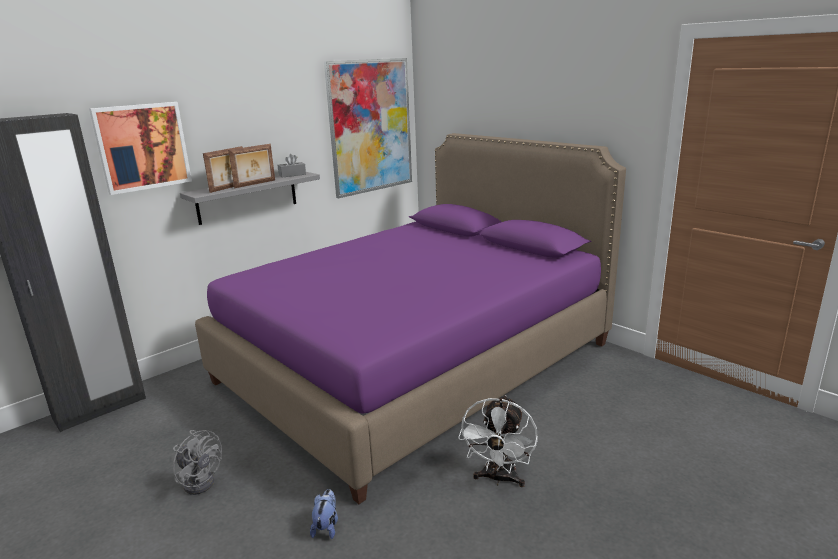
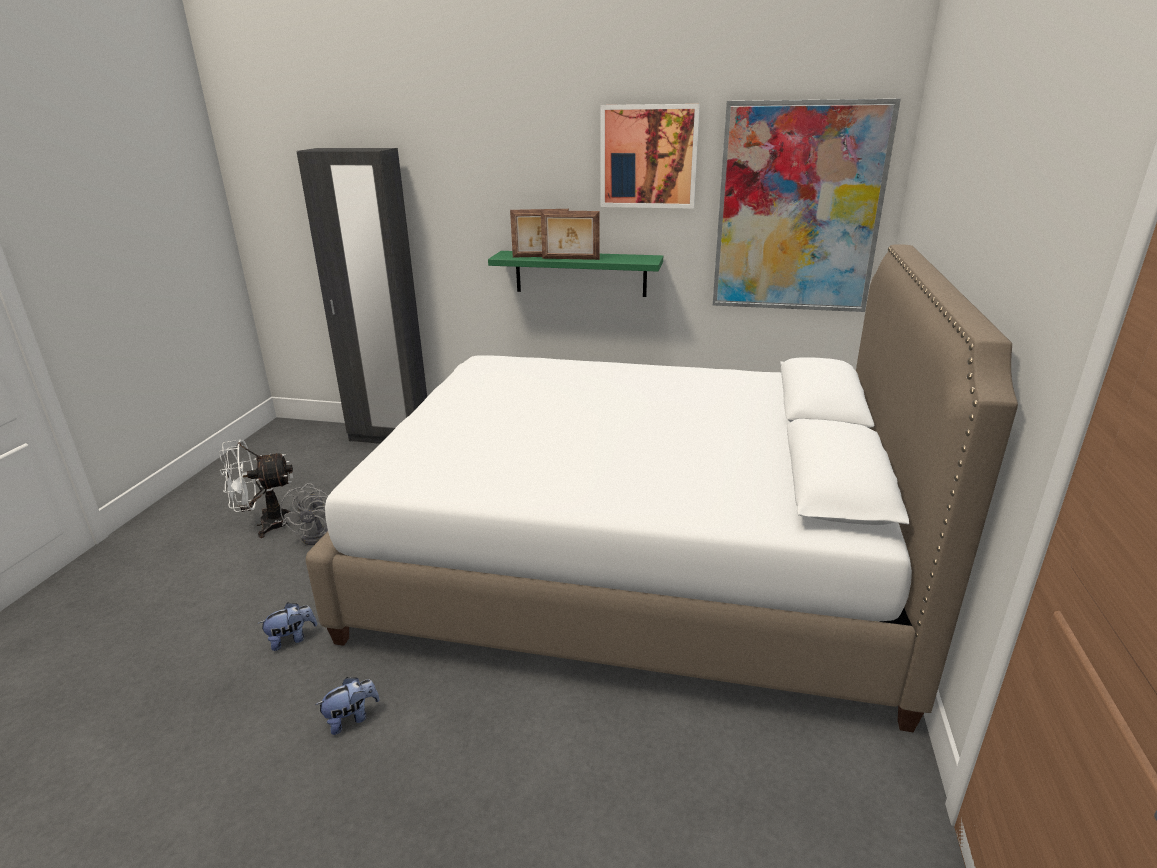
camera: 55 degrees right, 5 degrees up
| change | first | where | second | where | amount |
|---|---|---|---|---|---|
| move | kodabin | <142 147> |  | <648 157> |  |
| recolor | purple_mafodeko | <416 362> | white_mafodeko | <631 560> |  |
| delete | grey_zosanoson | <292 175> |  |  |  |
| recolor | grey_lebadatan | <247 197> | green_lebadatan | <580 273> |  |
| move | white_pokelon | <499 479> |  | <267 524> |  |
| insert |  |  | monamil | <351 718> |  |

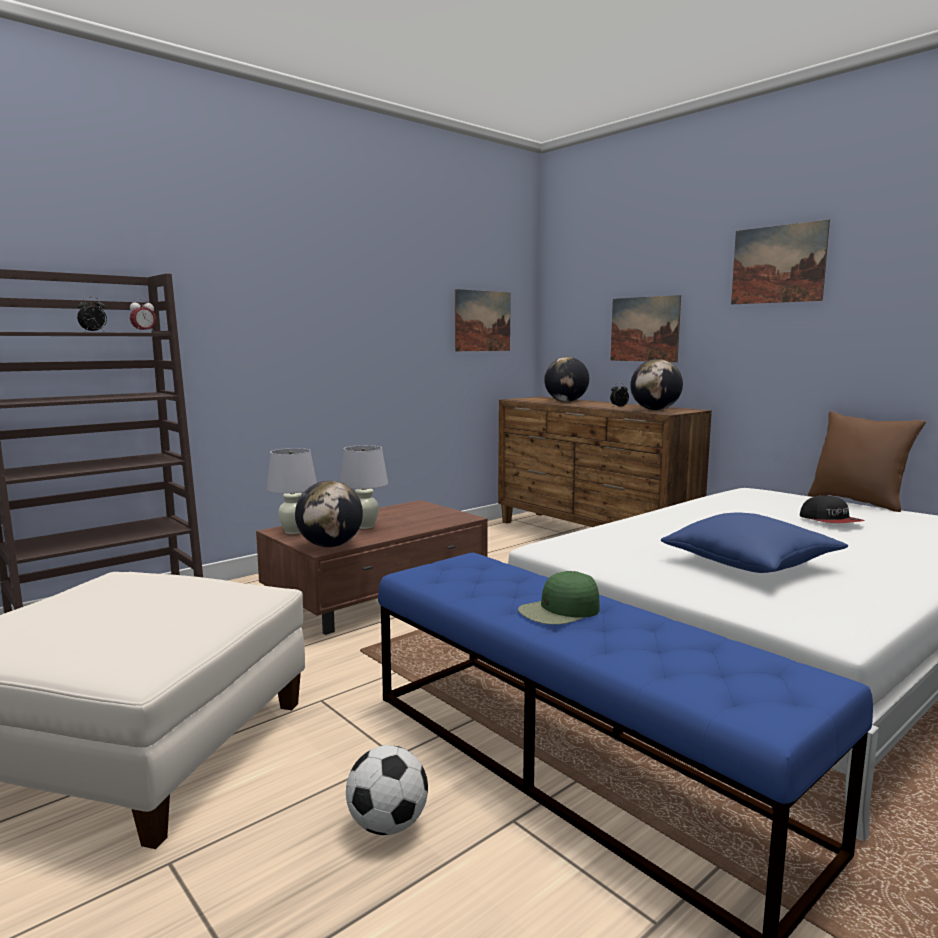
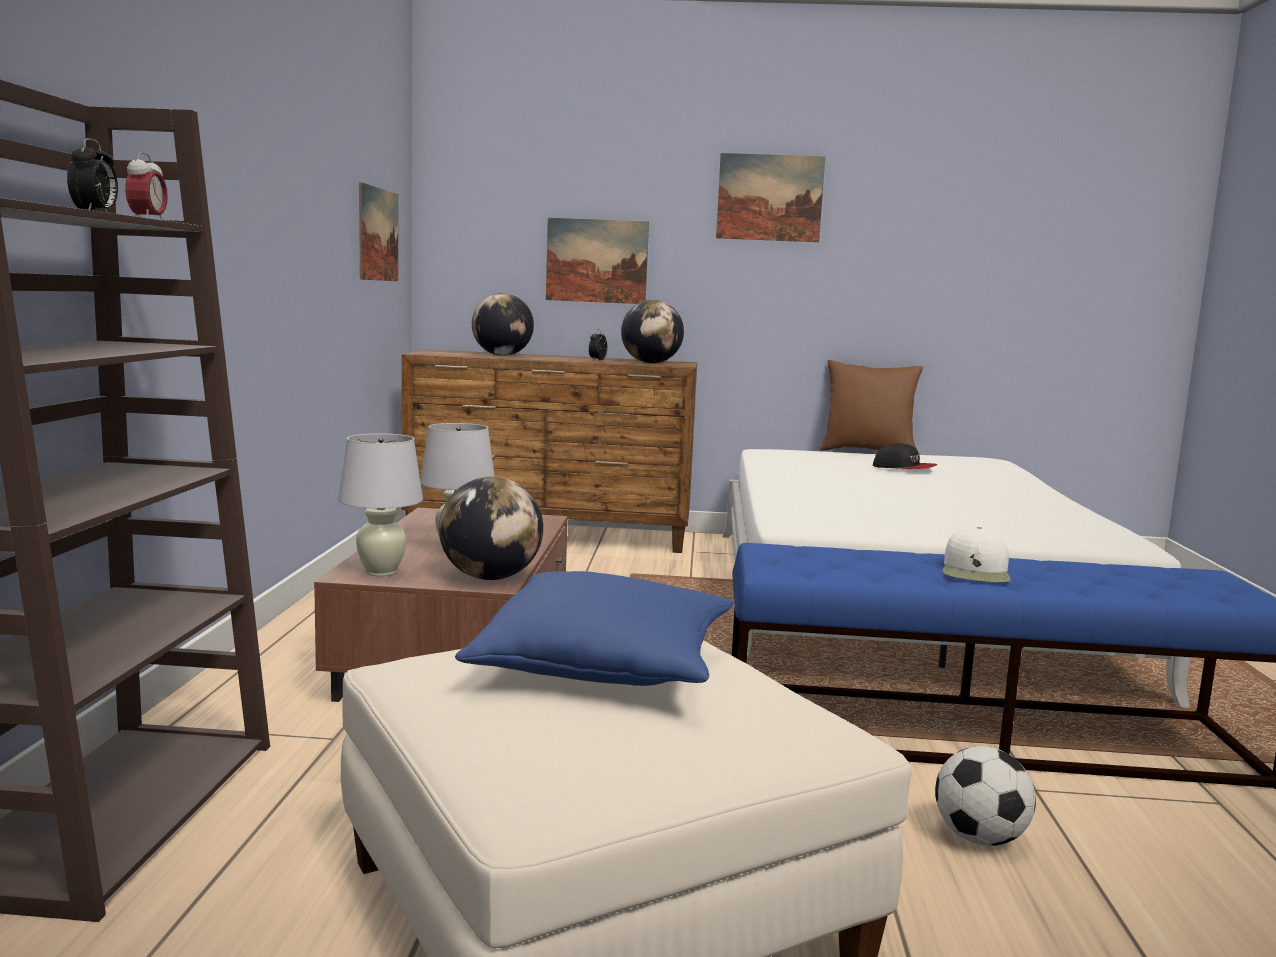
camera: 45 degrees left, 0 degrees up
| change | first | where | second | where | amount |
|---|---|---|---|---|---|
| move | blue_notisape | <750 563> |  | <605 665> |  |
| recolor | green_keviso | <559 611> | white_keviso | <976 572> |  |

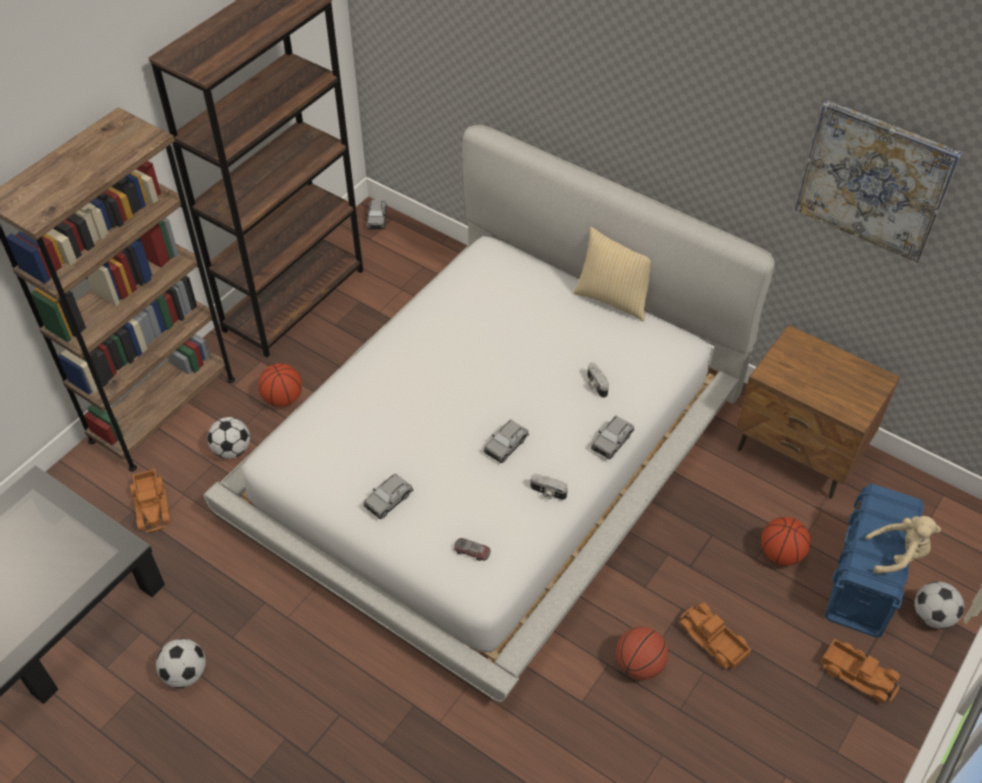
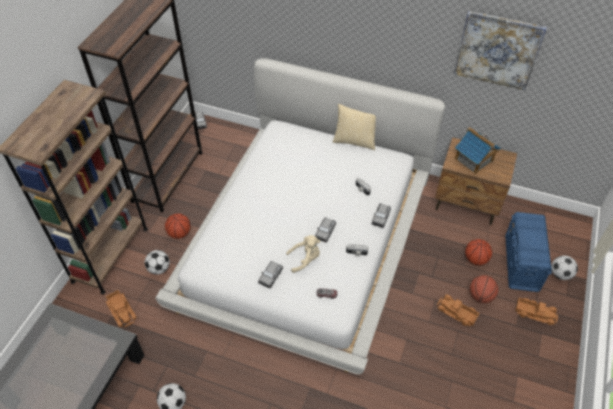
camera: 15 degrees left, 0 degrees up
| change | first | where | second | where | amount |
|---|---|---|---|---|---|
| move | beige_monamil | <898 554> |  | <305 259> |  |
| move | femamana | <639 665> |  | <481 296> |  |
| insert |  |  | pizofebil | <474 160> |  |

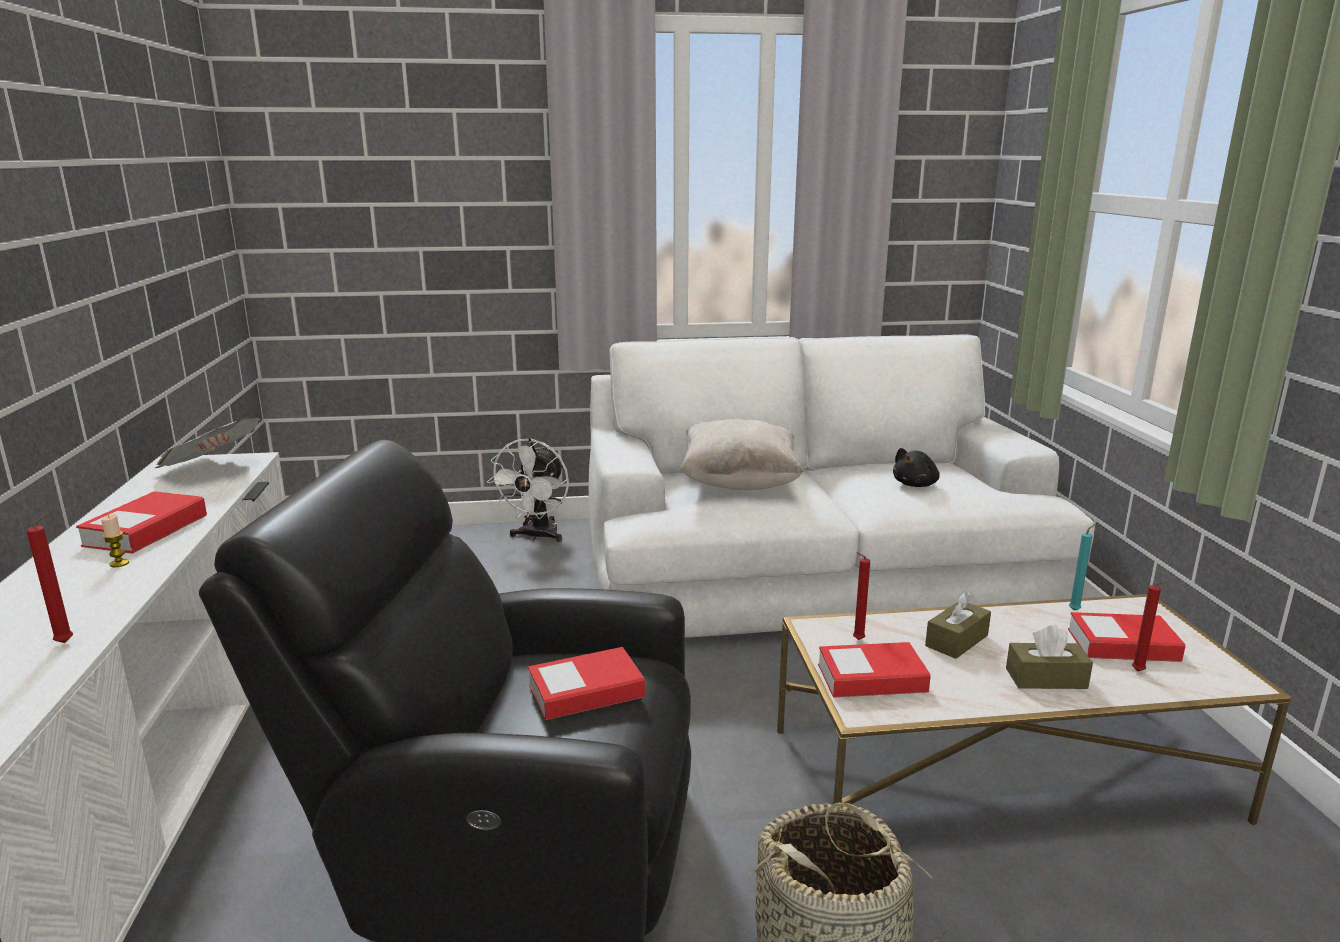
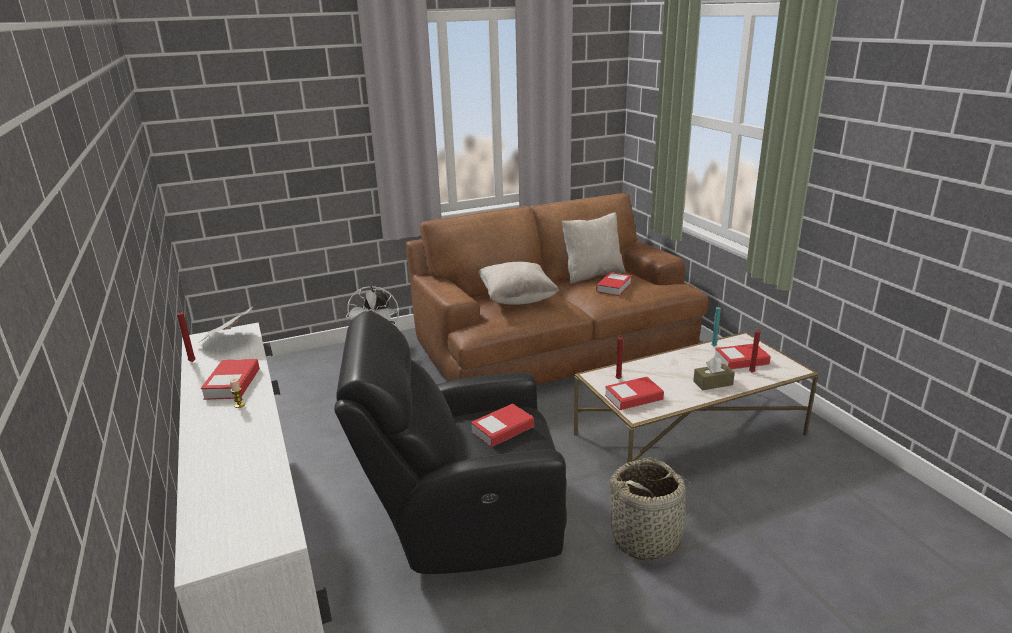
camera: 15 degrees left, 5 degrees up
| change | first | where | second | where | amount |
|---|---|---|---|---|---|
| recolor | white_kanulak | <810 574> | brown_kanulak | <553 345> |  |
| replace | black_monamil | <916 484> | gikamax | <614 287> |  |
| move | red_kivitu | <68 642> |  | <193 361> |  |
| delete | brown_zosanoson | <956 641> |  |  |  |
| insert |  |  | beige_notisape | <592 275> |  |

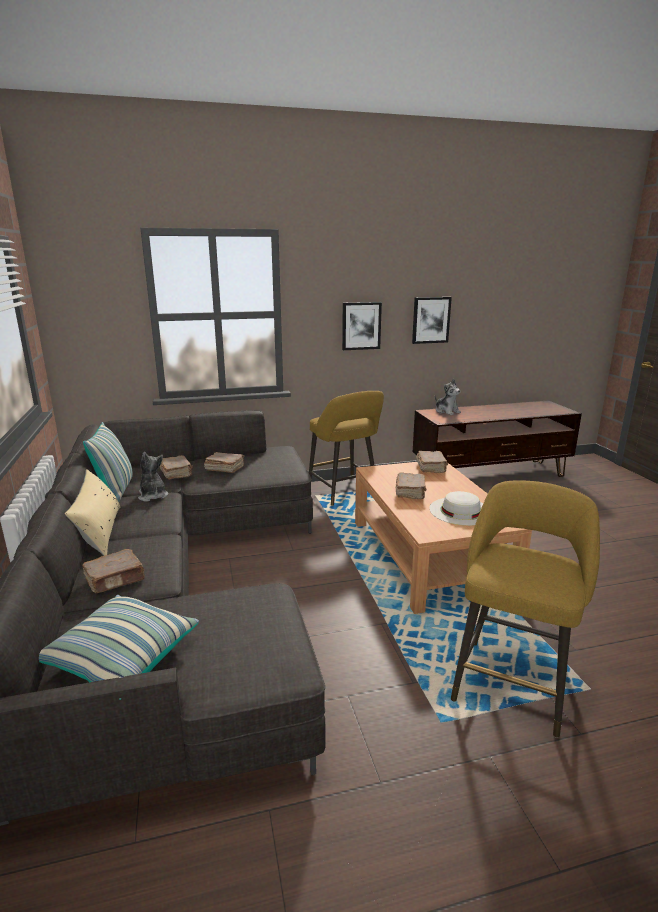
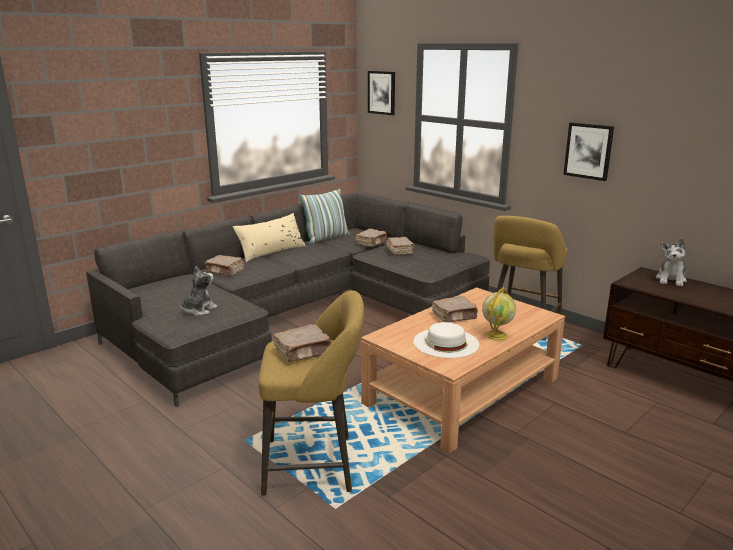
camera: 60 degrees right, 0 degrees up
| change | first | where | second | where | amount |
|---|---|---|---|---|---|
| move | kodabin | <431 320> |  | <382 92> |  |
| move | brown_gikamax | <431 468> |  | <303 352> |  |
| move | monamil | <153 496> |  | <198 310> |  |
| delete | notisape | <121 658> |  |  |  |
| insert |  |  | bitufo | <496 335> |  |

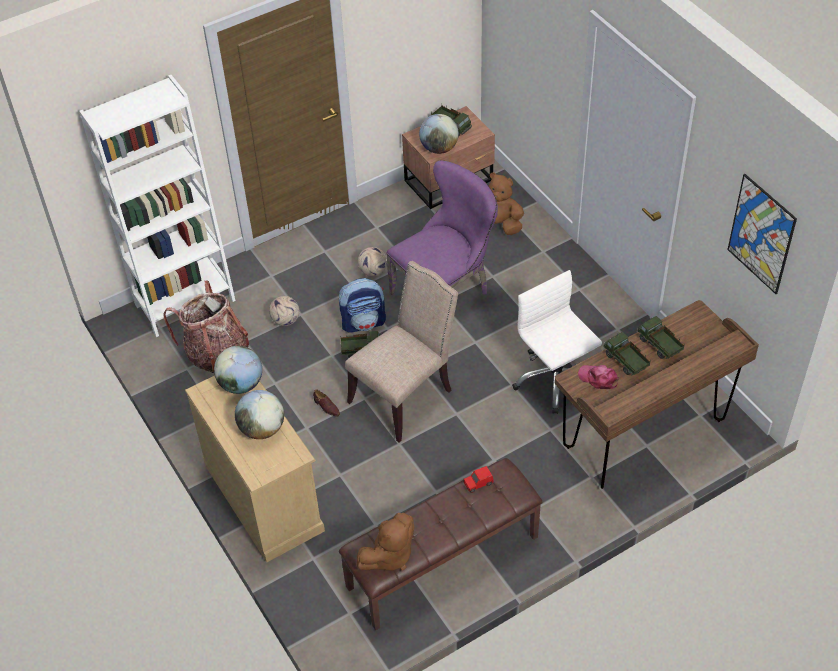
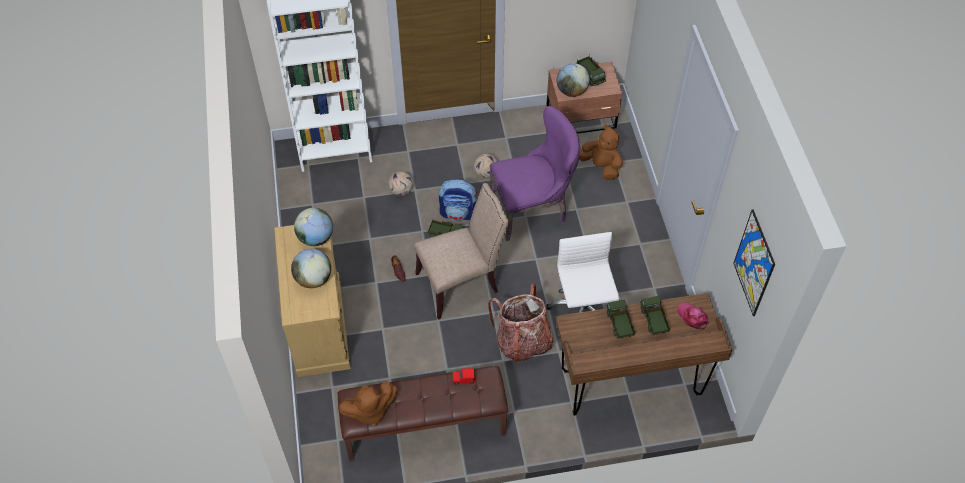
camera: 20 degrees right, 5 degrees up
| change | first | where | second | where | amount |
|---|---|---|---|---|---|
| move | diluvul | <216 352> |  | <522 342> |  |
| move | pink_keviso | <598 378> |  | <692 317> |  |

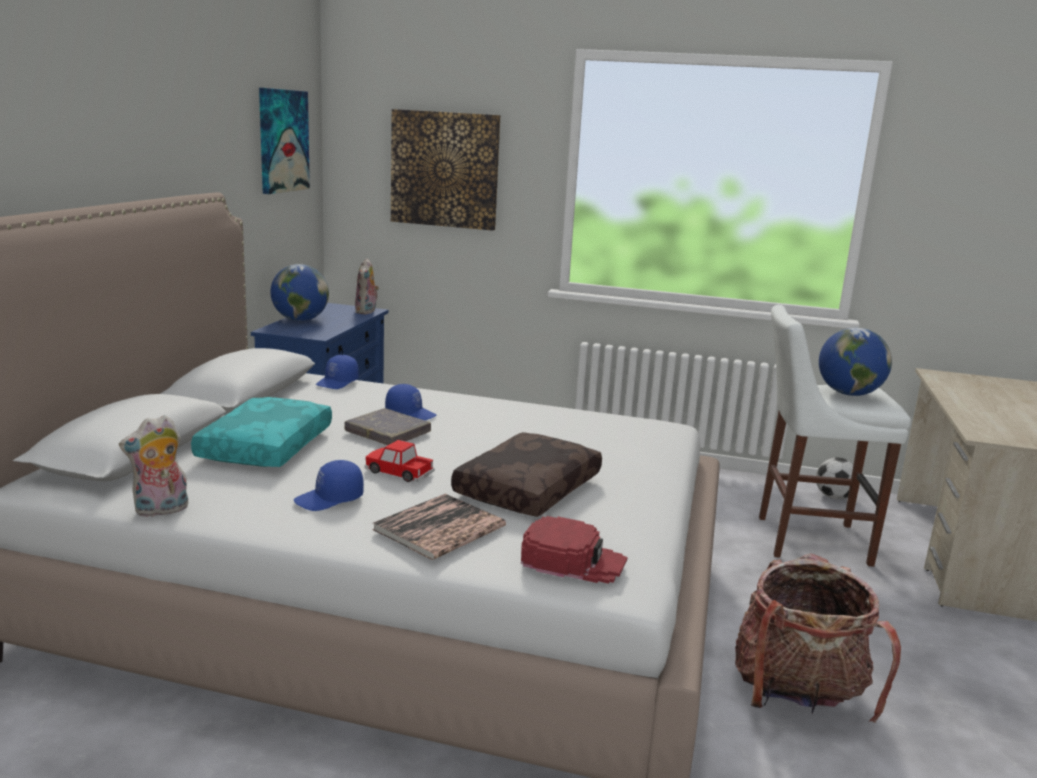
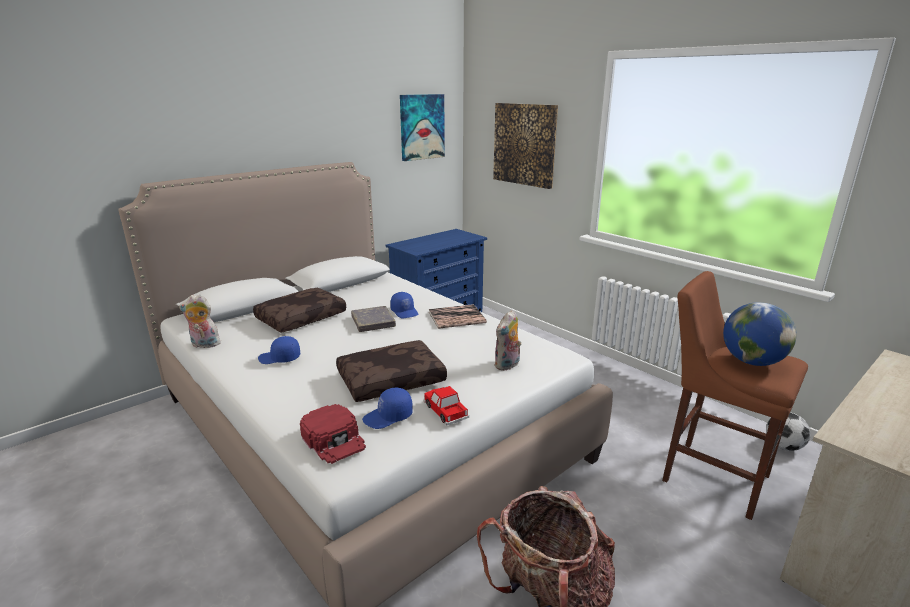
camera: 35 degrees right, 5 degrees up
| change | first | where | second | where | amount |
|---|---|---|---|---|---|
| move | monamil | <367 312> |  | <507 365> |  |
| delete | bitufo | <300 320> |  |  |  |
| recolor | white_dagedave | <806 539> | brown_dagedave | <710 475> |  |
| move | blue_keviso | <337 382> |  | <388 417> |  |
| recolor | turquoise_notisape | <264 446> | brown_notisape | <301 317> |  |
| move | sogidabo | <398 472> |  | <445 411> |  |
| move | gikamax | <439 528> |  | <456 317> |  |

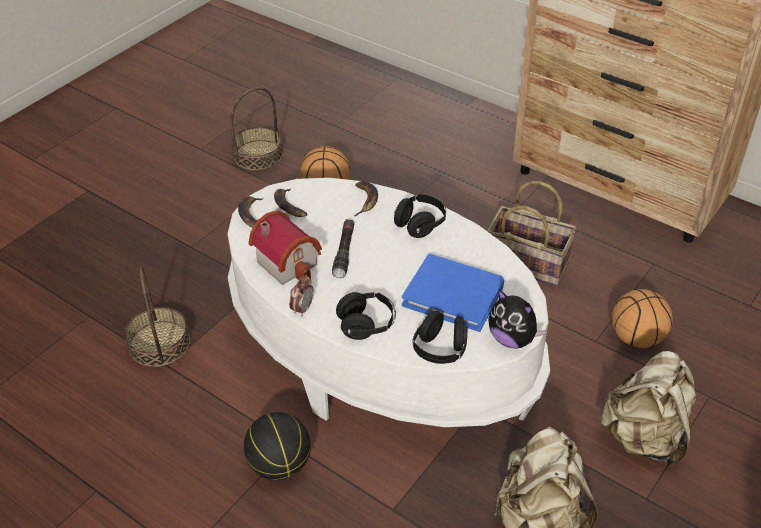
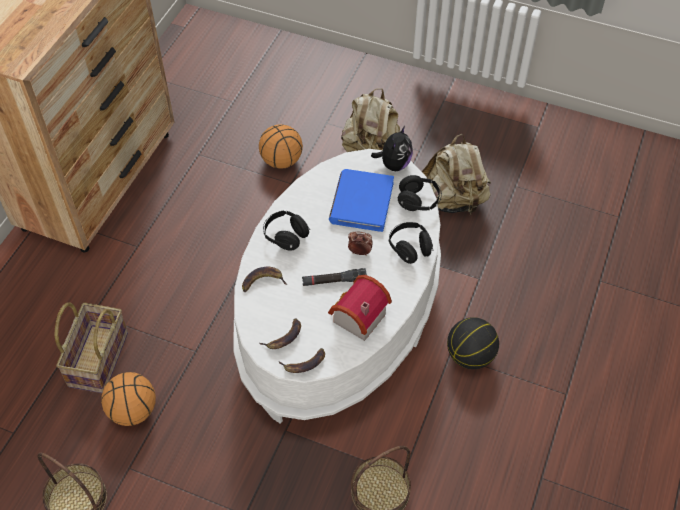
camera: 105 degrees left, 10 degrees up
| change | first | where | second | where | amount |
|---|---|---|---|---|---|
| move | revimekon | <527 262> |  | <97 359> |  |
| move | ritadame | <302 308> |  | <359 252> |  |

